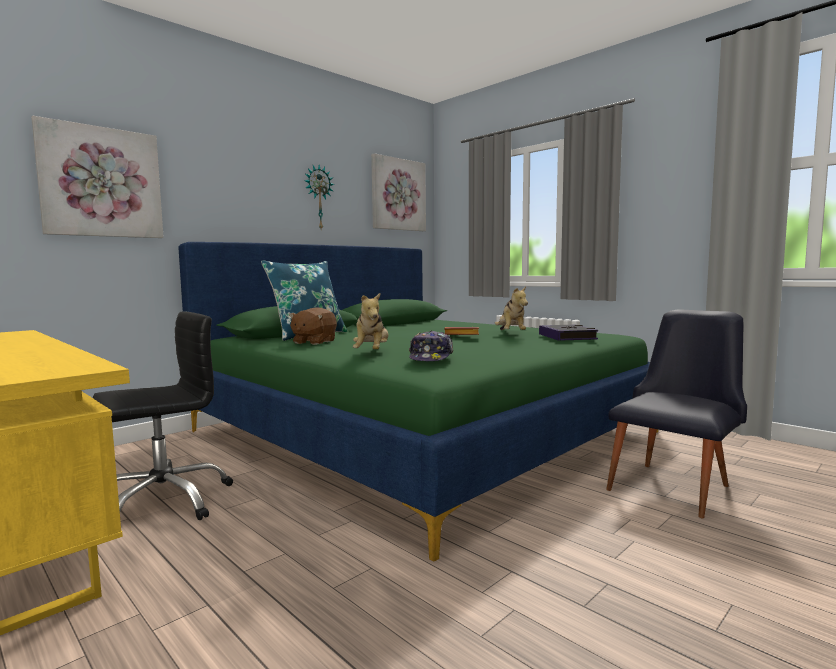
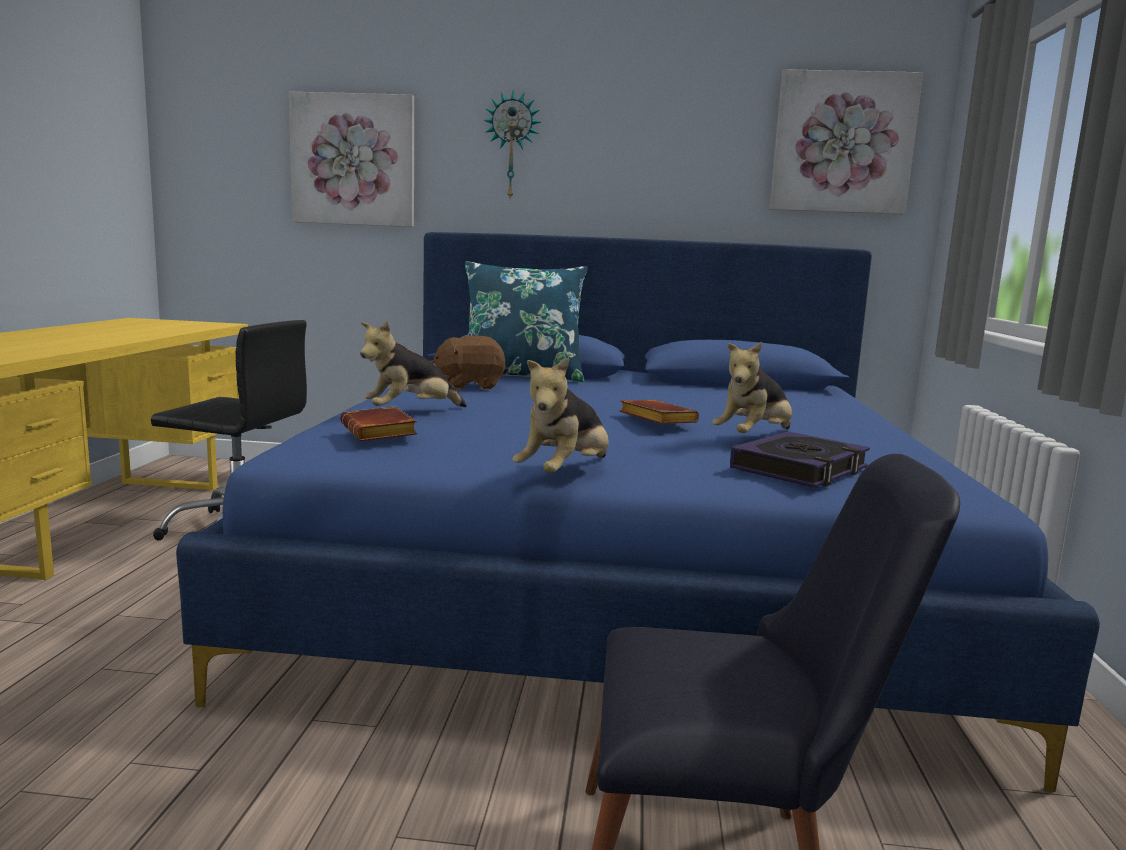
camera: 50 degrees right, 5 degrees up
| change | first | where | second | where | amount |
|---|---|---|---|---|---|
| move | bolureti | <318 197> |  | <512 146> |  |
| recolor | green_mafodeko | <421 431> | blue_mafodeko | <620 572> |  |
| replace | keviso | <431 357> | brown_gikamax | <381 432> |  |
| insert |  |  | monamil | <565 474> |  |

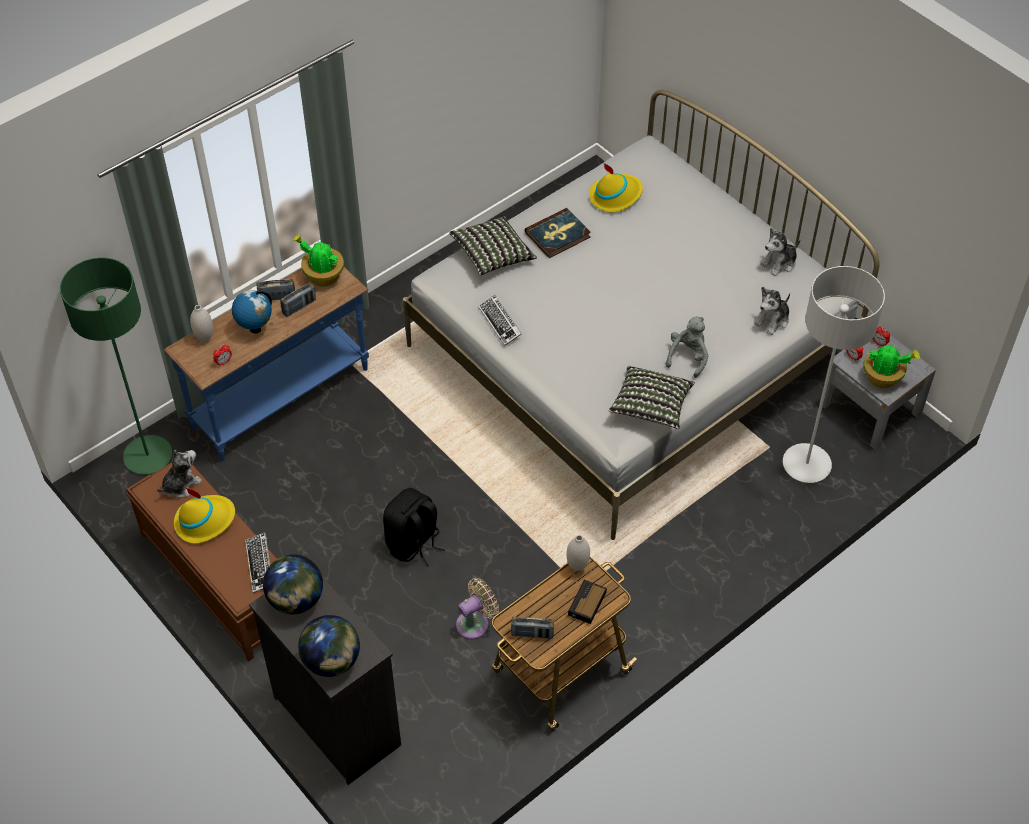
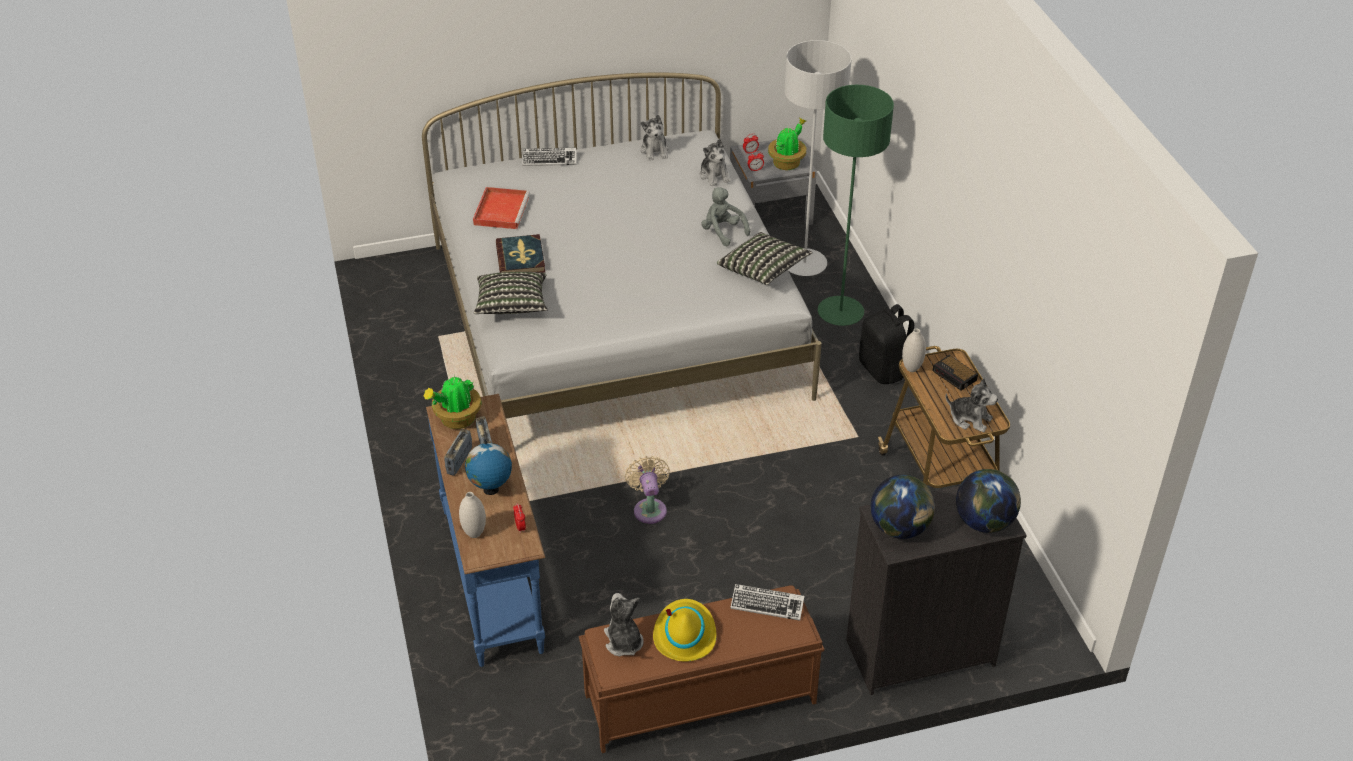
camera: 65 degrees left, 10 degrees down
| change | first | where | second | where | amount |
|---|---|---|---|---|---|
| replace | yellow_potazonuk | <615 195> | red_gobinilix | <501 210> |  |
| move | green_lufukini | <148 456> |  | <840 313> |  |
| move | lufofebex | <500 323> |  | <549 160> |  |
| move | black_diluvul | <414 544> |  | <884 370> |  |
| move | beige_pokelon | <475 623> |  | <649 508> |  |
| replace | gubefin | <532 634> | monamil | <970 419> |  |

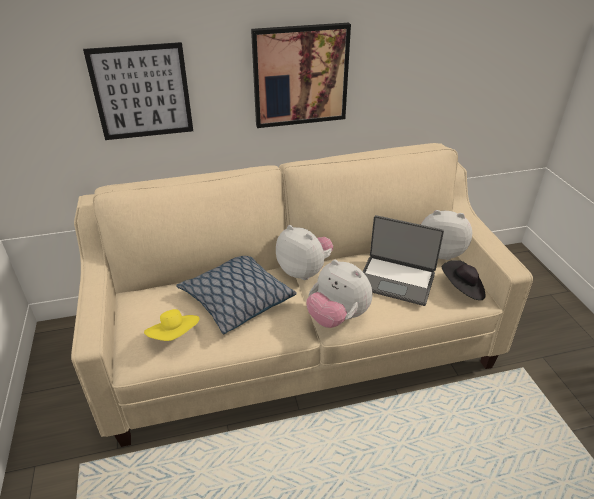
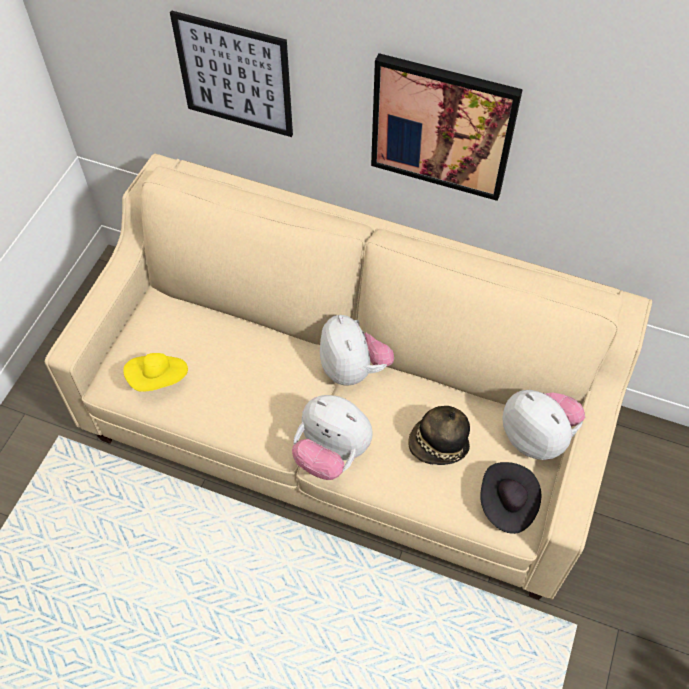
camera: 35 degrees right, 20 degrees up
| change | first | where | second | where | amount |
|---|---|---|---|---|---|
| replace | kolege | <396 280> | potazonuk | <438 445> |  |
| delete | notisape | <236 300> |  |  |  |
| rotate | monamil | <337 317> |  | <331 453> | 45 degrees counterclockwise |

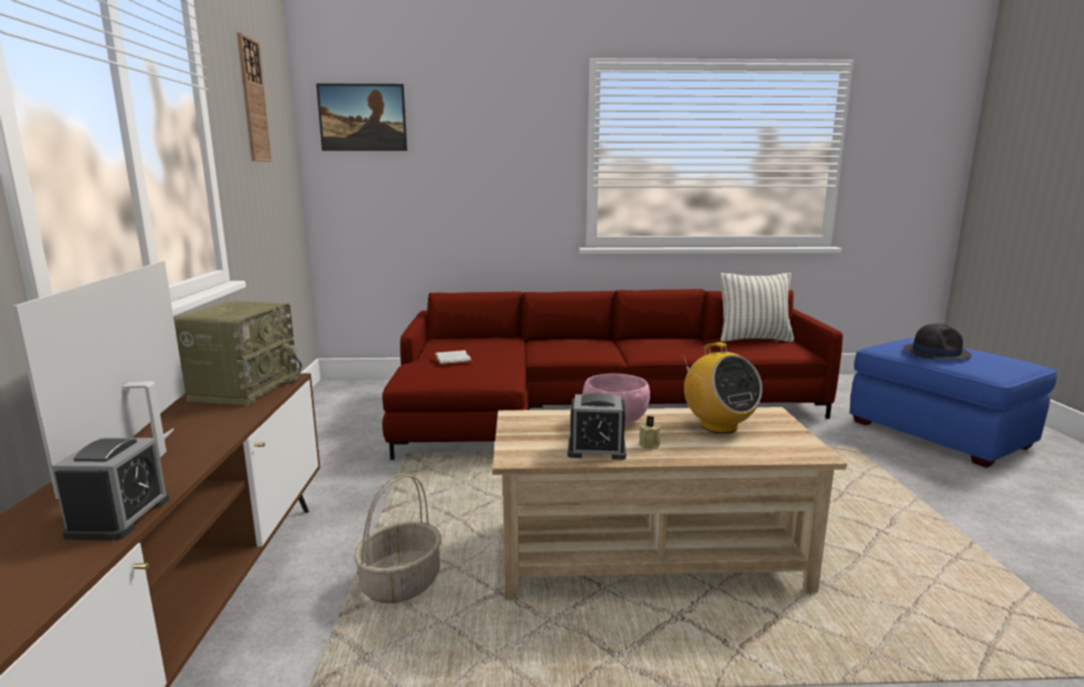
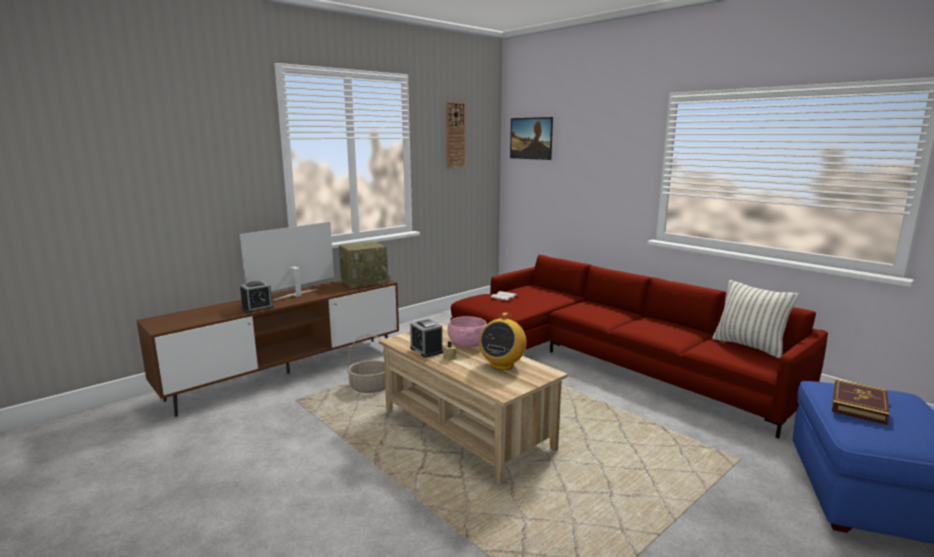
camera: 50 degrees right, 0 degrees up
| change | first | where | second | where | amount |
|---|---|---|---|---|---|
| replace | black_potazonuk | <936 352> | gikamax | <858 405> |  |

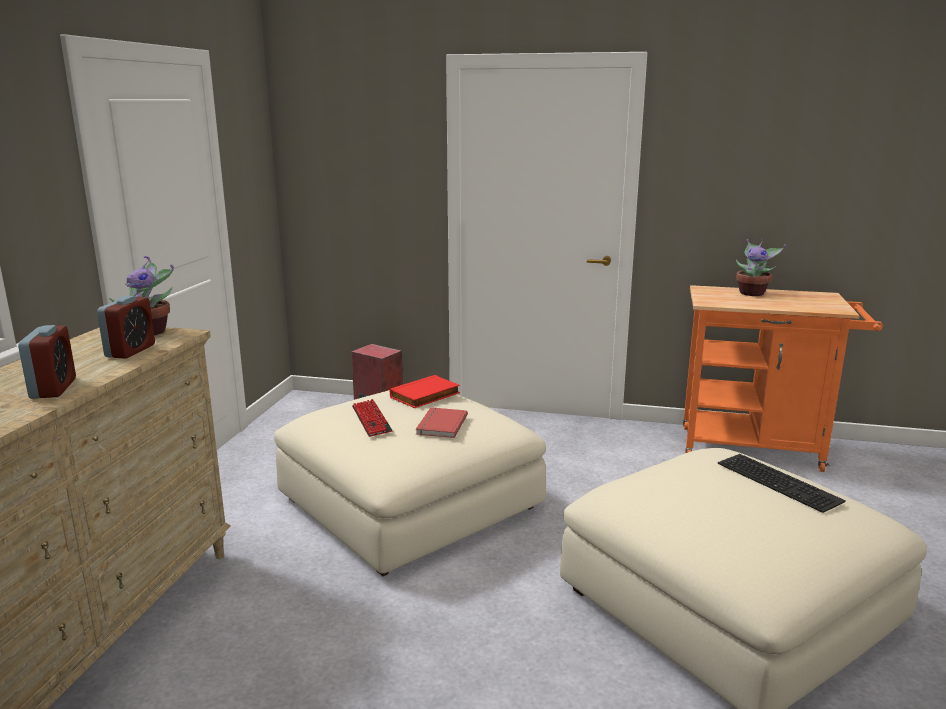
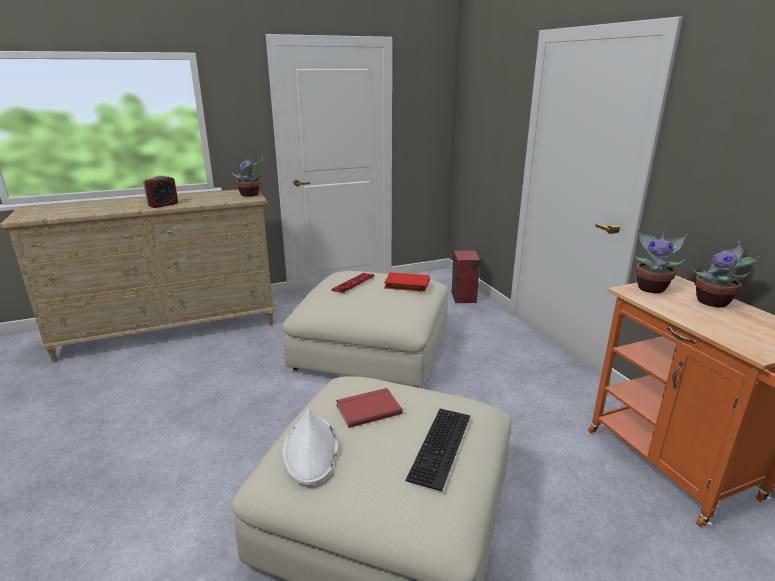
camera: 55 degrees right, 5 degrees up
| change | first | where | second | where | amount |
|---|---|---|---|---|---|
| delete | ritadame | <130 351> |  |  |  |
| move | red_gikamax | <440 425> |  | <367 408> |  |
| insert |  |  | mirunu | <651 288> |  |
| insert |  |  | white_potazonuk | <310 451> |  |

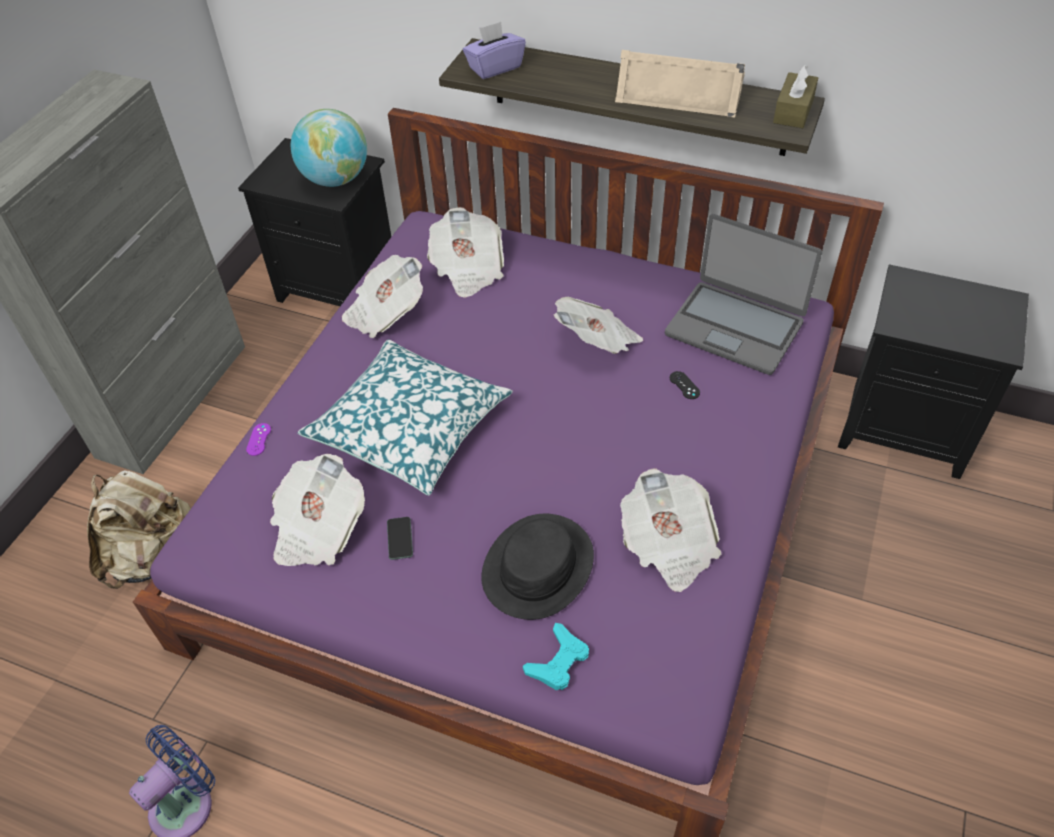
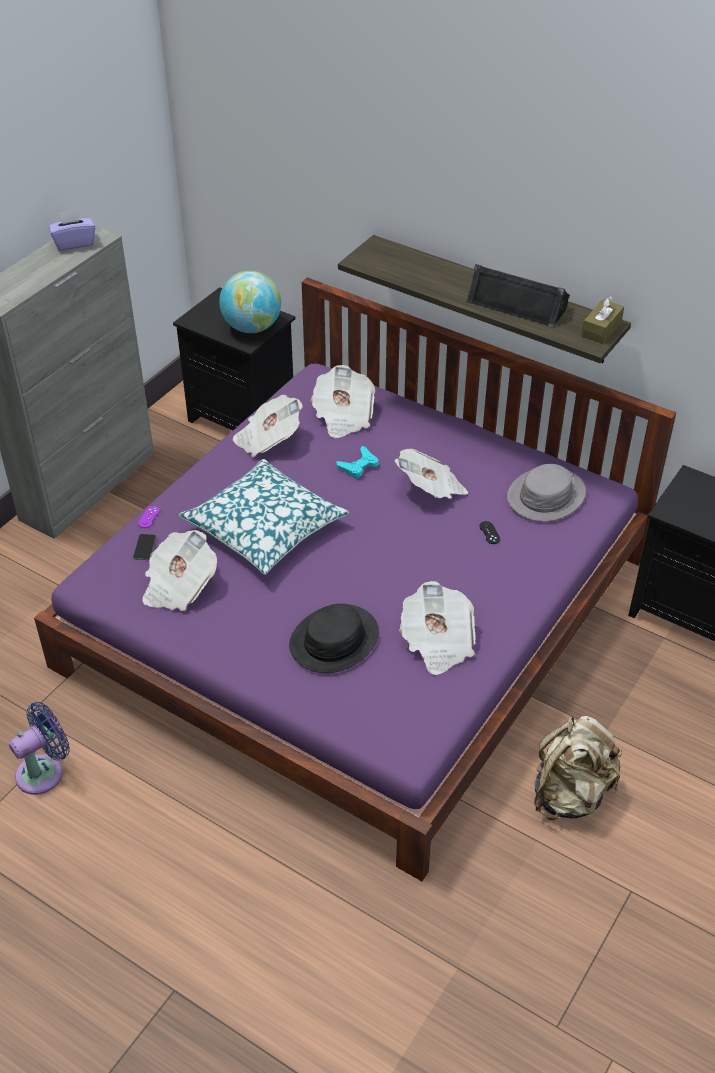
camera: 10 degrees right, 5 degrees down
| change | first | where | second | where | amount |
|---|---|---|---|---|---|
| move | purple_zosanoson | <495 68> |  | <74 243> |  |
| recolor | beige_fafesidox | <679 95> | black_fafesidox | <517 304> |  |
| replace | kolege | <734 327> | grey_potazonuk | <546 496> |  |
| move | beige_diluvul | <152 555> |  | <570 794> |  |
| move | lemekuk | <400 538> |  | <144 547> |  |
| move | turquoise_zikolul | <558 661> |  | <359 466> |  |

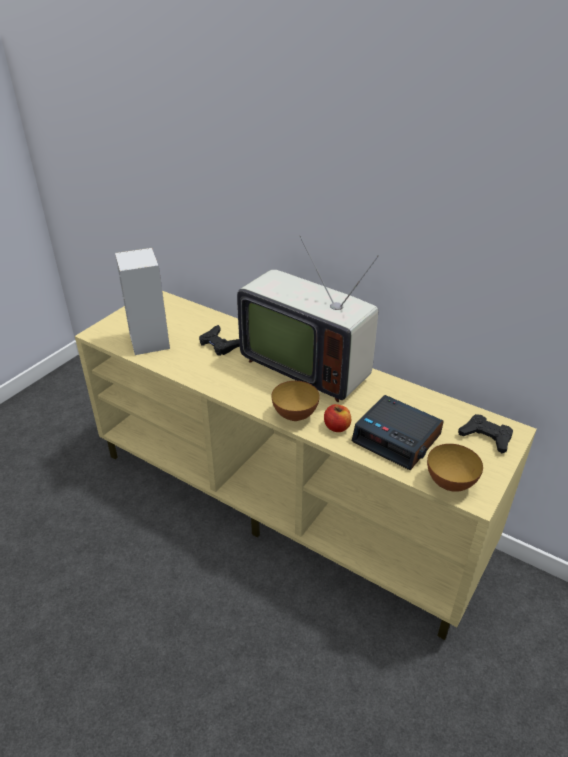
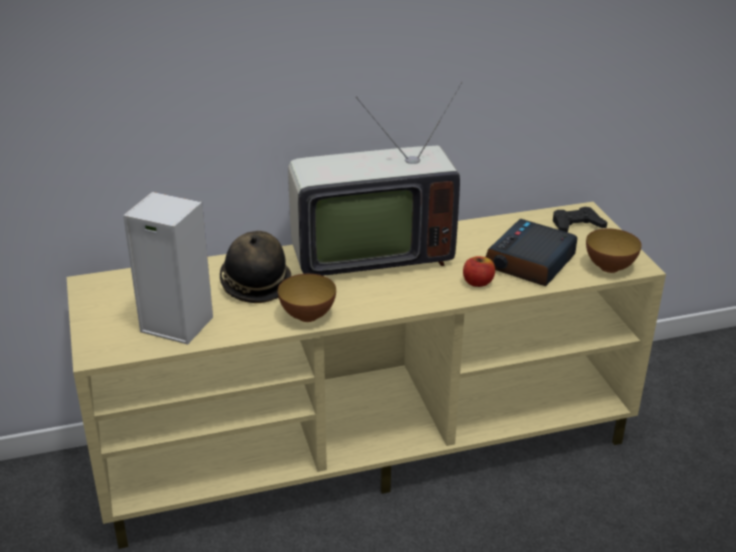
camera: 50 degrees left, 5 degrees down
| change | first | where | second | where | amount |
|---|---|---|---|---|---|
| replace | black_zikolul | <219 344> | potazonuk | <255 284> |  |
| move | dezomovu | <295 415> |  | <307 316> |  |
| rotate | ritadame | <397 438> |  | <530 262> | 135 degrees clockwise |

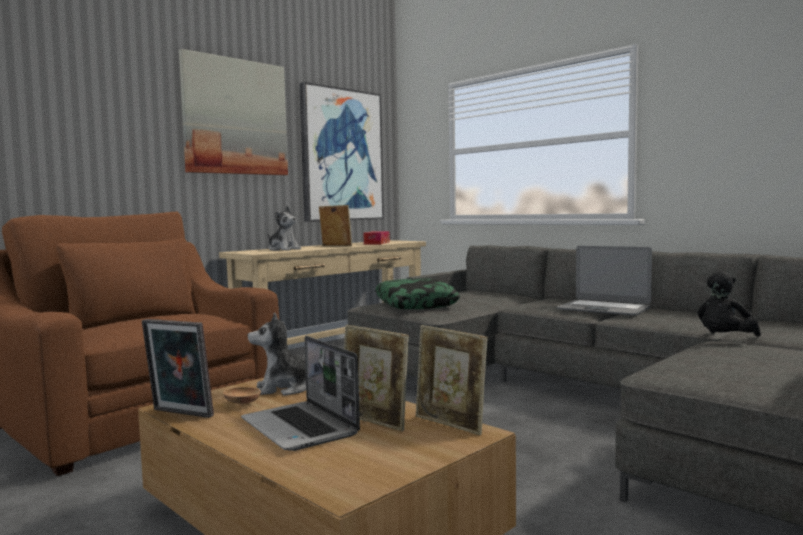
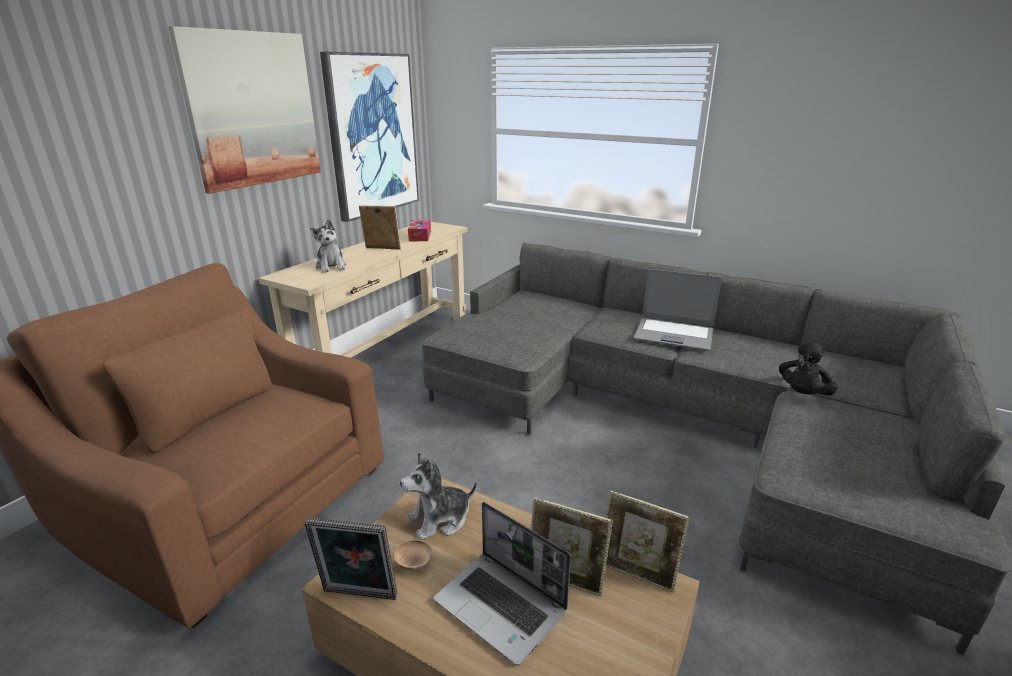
camera: 15 degrees left, 20 degrees up
| change | first | where | second | where | amount |
|---|---|---|---|---|---|
| rotate | monamil | <283 249> |  | <331 266> | 45 degrees clockwise |
| delete | notisape | <416 304> |  |  |  |

